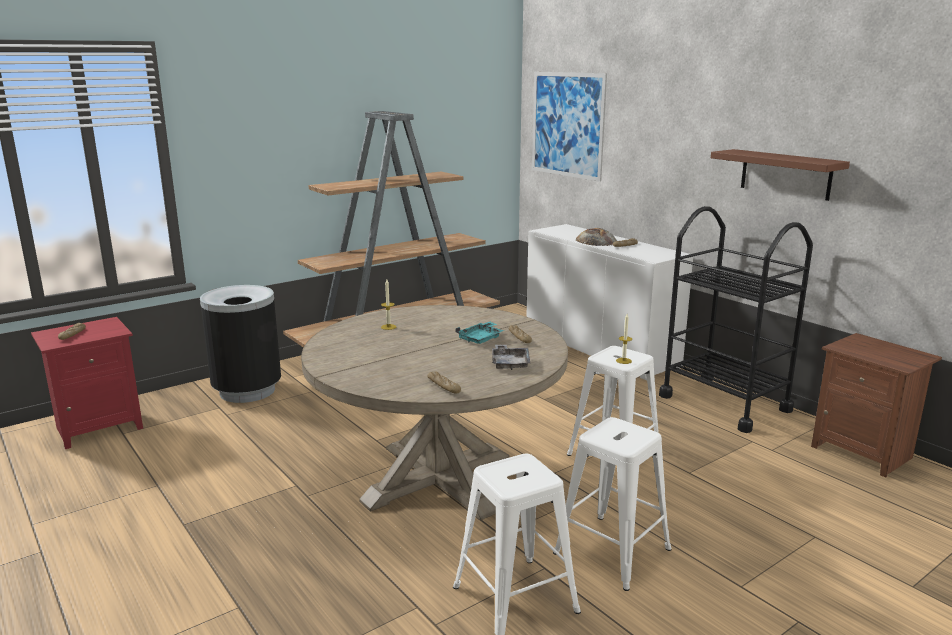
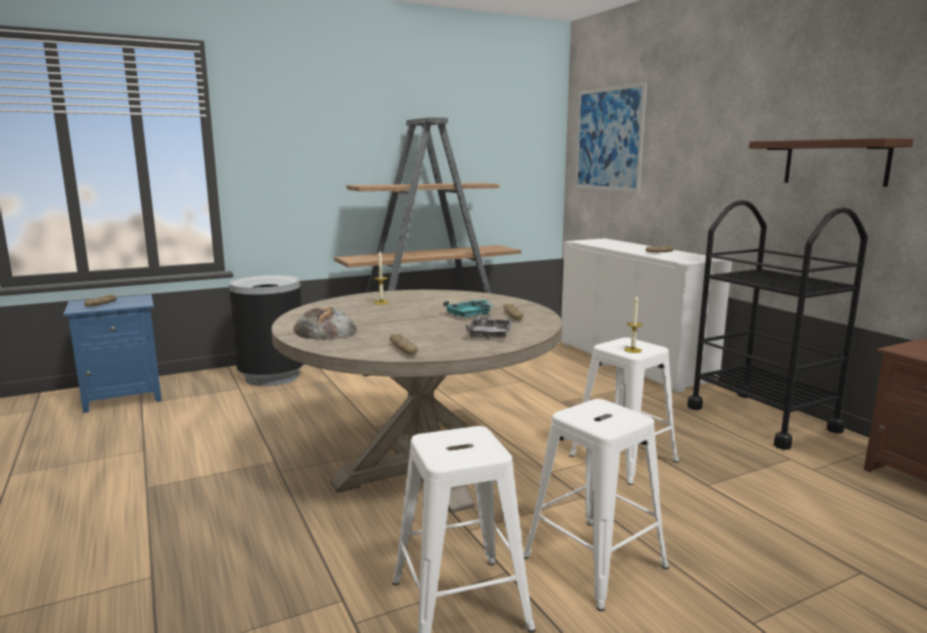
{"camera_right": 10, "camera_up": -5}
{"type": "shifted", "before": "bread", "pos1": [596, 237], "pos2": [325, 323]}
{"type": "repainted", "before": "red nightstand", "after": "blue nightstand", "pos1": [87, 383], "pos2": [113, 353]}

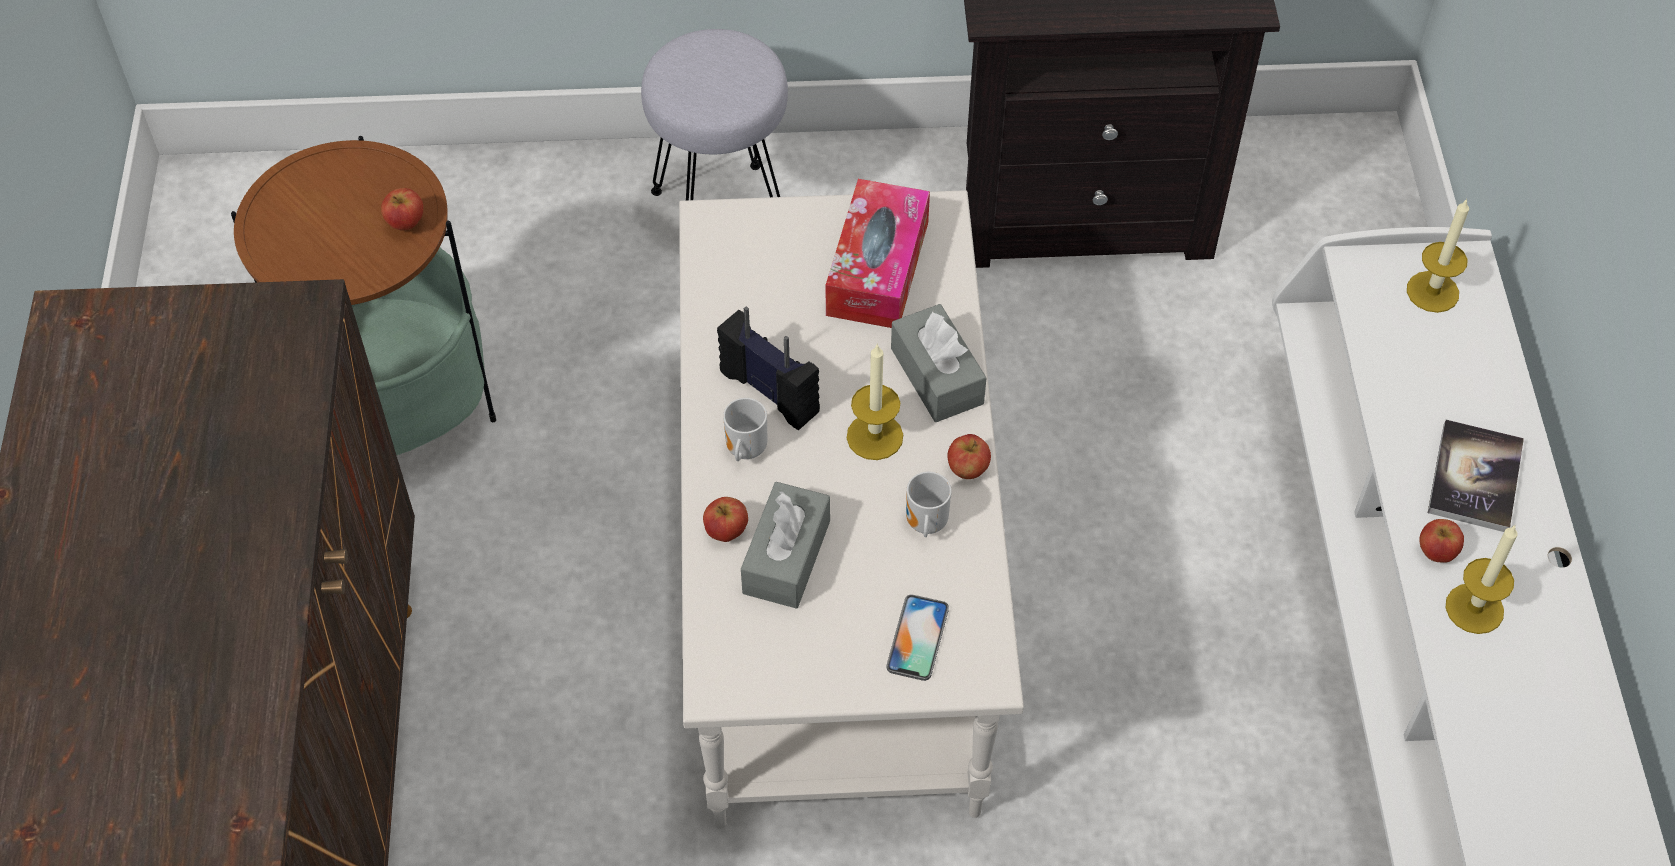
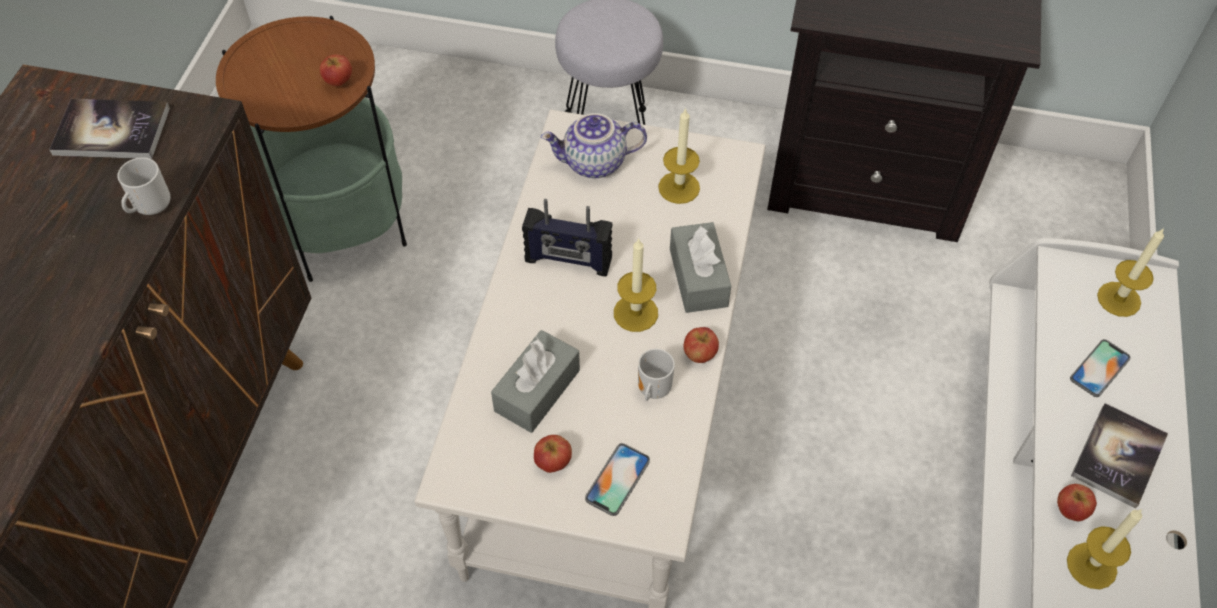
{"camera_right": 15, "camera_up": 0}
{"type": "new", "after": "book", "pos2": [109, 129]}
{"type": "new", "after": "teapot", "pos2": [594, 145]}
{"type": "new", "after": "phone", "pos2": [1100, 368]}
{"type": "shifted", "before": "apple", "pos1": [725, 519], "pos2": [553, 454]}
{"type": "shifted", "before": "mug", "pos1": [745, 429], "pos2": [143, 186]}
{"type": "swapped", "before": "tissue box", "after": "candle", "pos1": [878, 253], "pos2": [679, 156]}
{"type": "rotated", "before": "radio", "pos1": [768, 368], "pos2": [567, 238], "turn": 135}

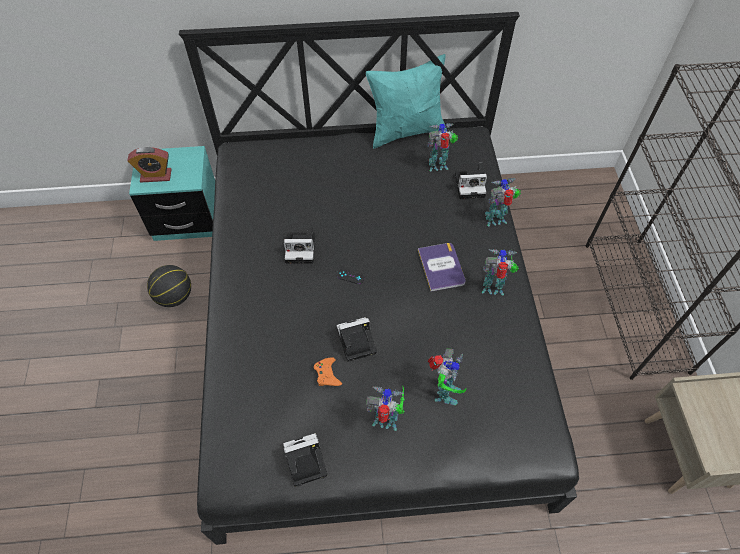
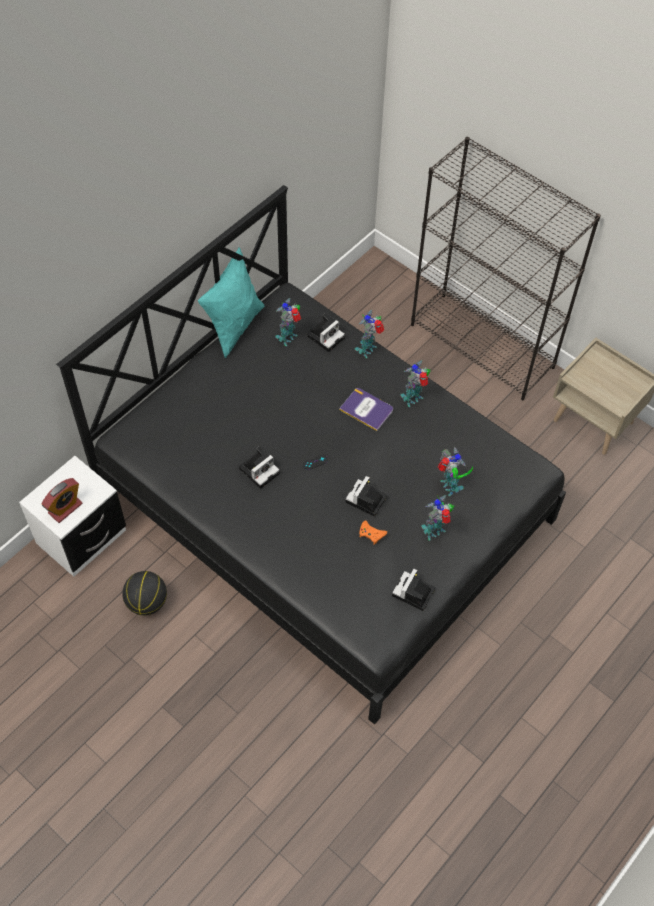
{"camera_right": -45, "camera_up": 0}
{"type": "repainted", "before": "turquoise nightstand", "after": "white nightstand", "pos1": [172, 193], "pos2": [72, 516]}

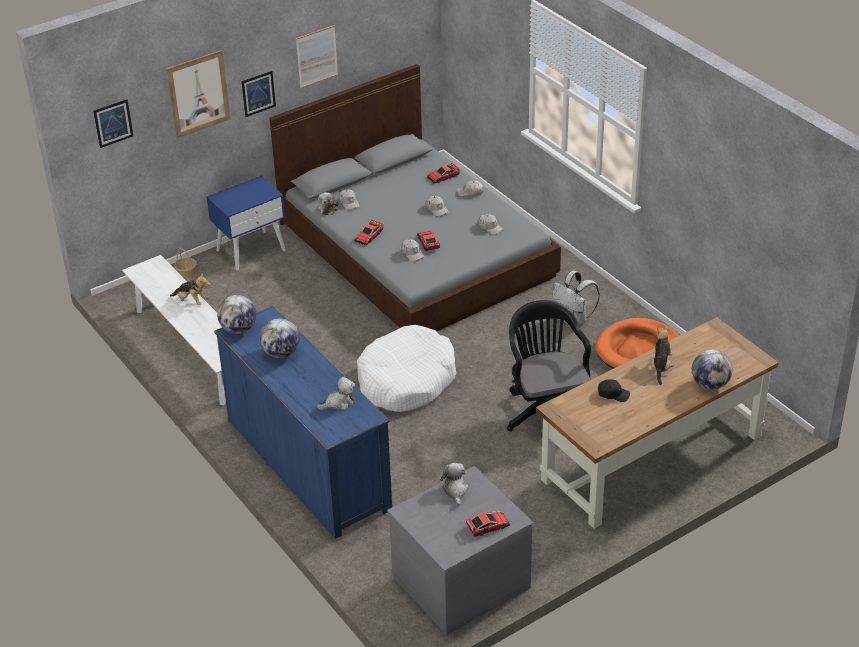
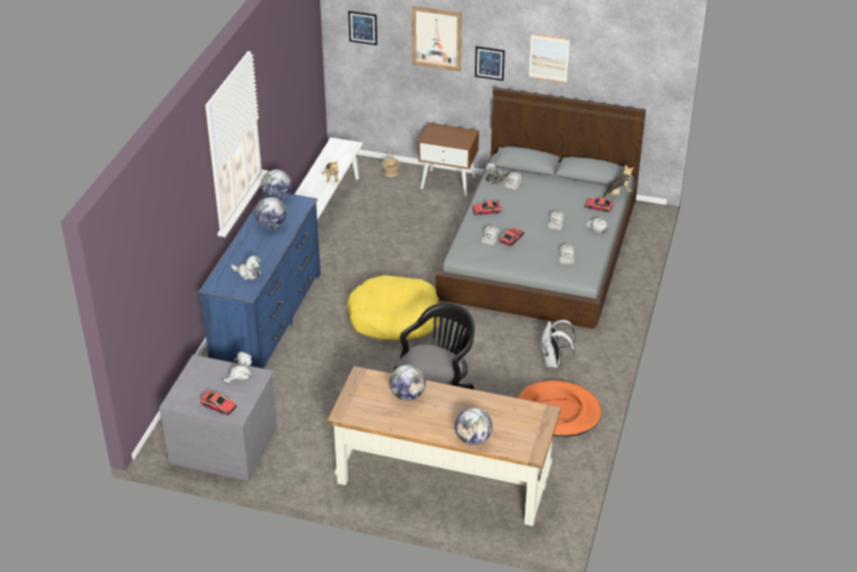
{"camera_right": 50, "camera_up": 0}
{"type": "shifted", "before": "plush toy", "pos1": [662, 355], "pos2": [617, 181]}
{"type": "swapped", "before": "black cap", "after": "globe", "pos1": [614, 390], "pos2": [407, 382]}
{"type": "repainted", "before": "blue nightstand", "after": "brown nightstand", "pos1": [246, 223], "pos2": [448, 159]}
{"type": "repainted", "before": "white dog bed", "after": "yellow dog bed", "pos1": [406, 368], "pos2": [393, 307]}

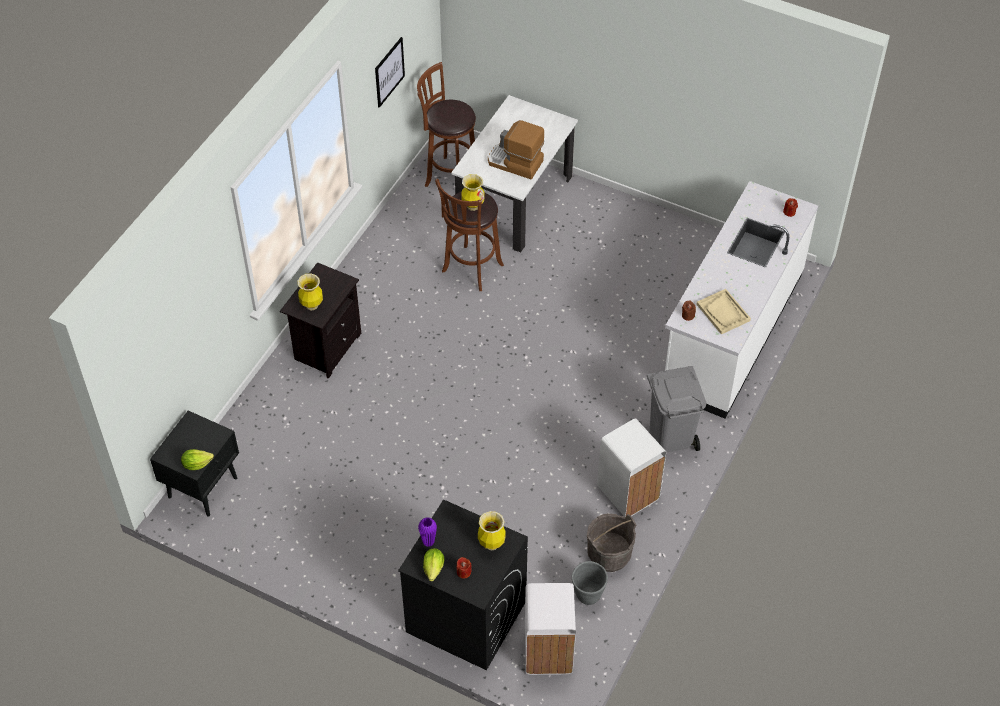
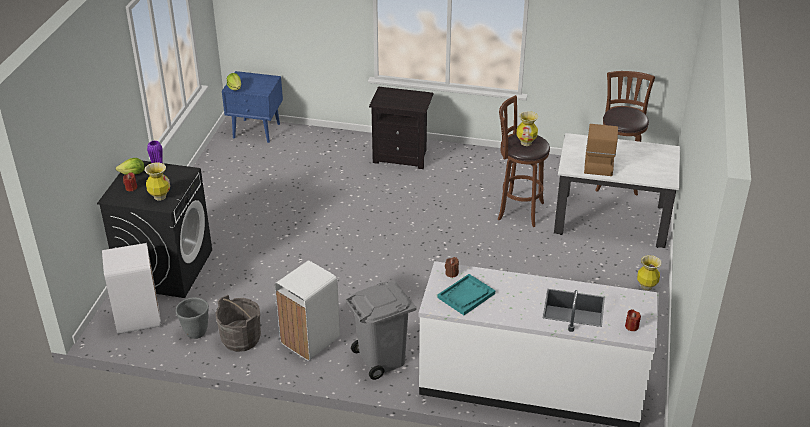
{"camera_right": 75, "camera_up": -15}
{"type": "gone", "before": "picture", "pos1": [390, 72]}
{"type": "shifted", "before": "vase", "pos1": [310, 291], "pos2": [649, 273]}
{"type": "repainted", "before": "black nightstand", "after": "blue nightstand", "pos1": [194, 464], "pos2": [252, 107]}
{"type": "repainted", "before": "beige tray", "after": "turquoise tray", "pos1": [723, 311], "pos2": [466, 294]}

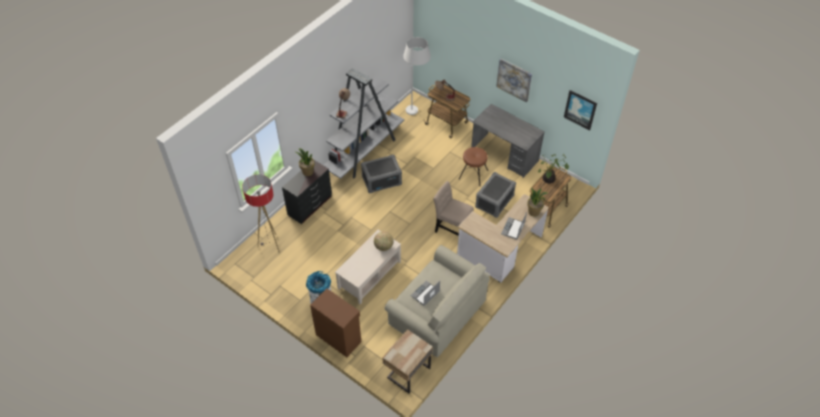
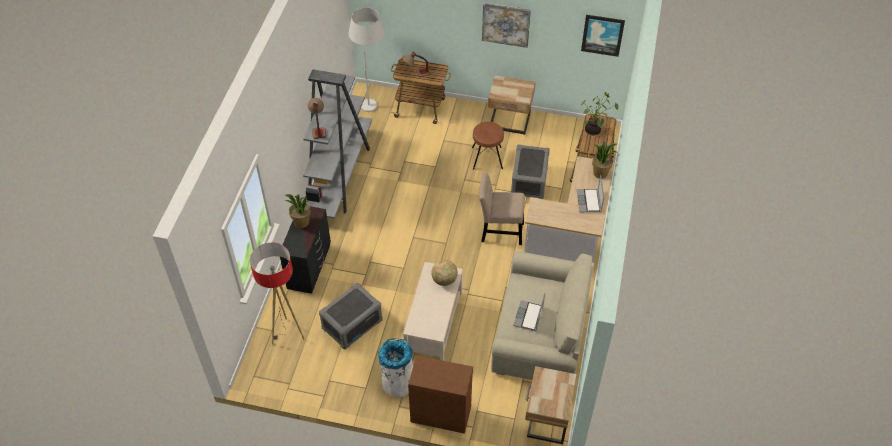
{"camera_right": -25, "camera_up": 0}
{"type": "shifted", "before": "grey storage box", "pos1": [381, 173], "pos2": [351, 316]}
{"type": "swapped", "before": "grey desk", "after": "beige nightstand", "pos1": [508, 141], "pos2": [512, 105]}

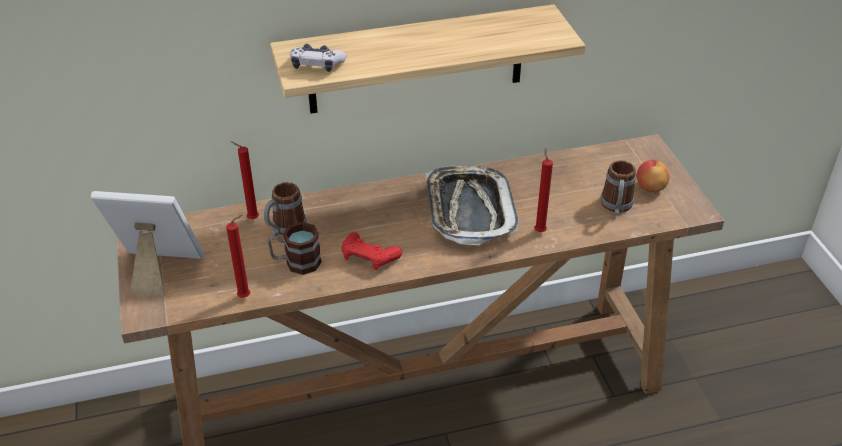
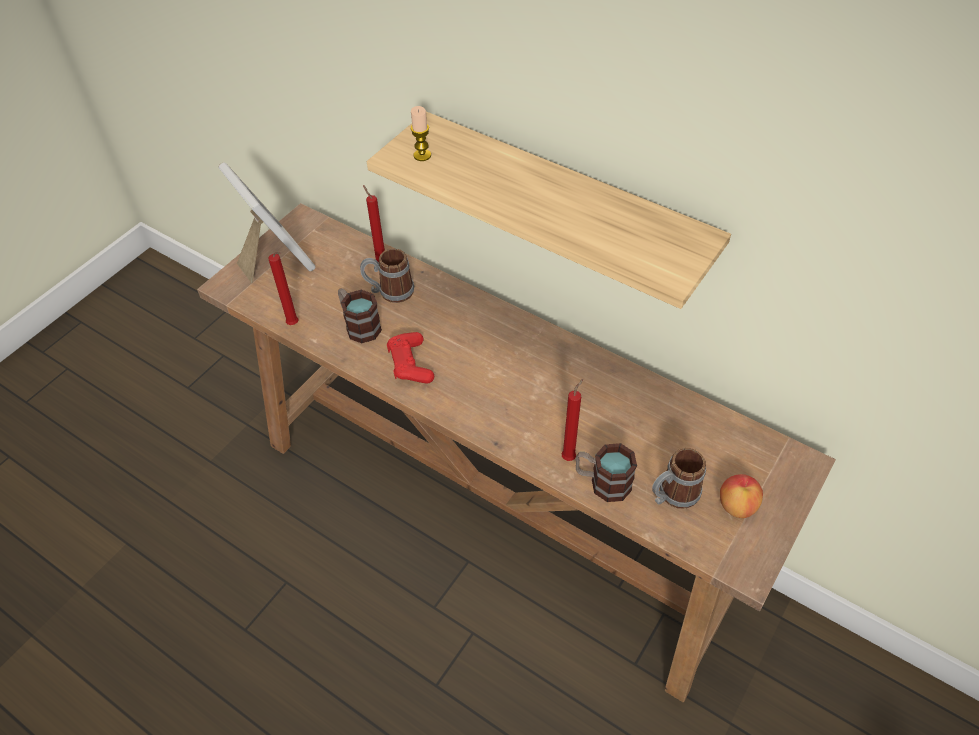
{"camera_right": 50, "camera_up": 10}
{"type": "gone", "before": "tray", "pos1": [472, 205]}
{"type": "new", "after": "mug", "pos2": [606, 472]}
{"type": "swapped", "before": "game controller", "after": "candle", "pos1": [318, 58], "pos2": [421, 133]}

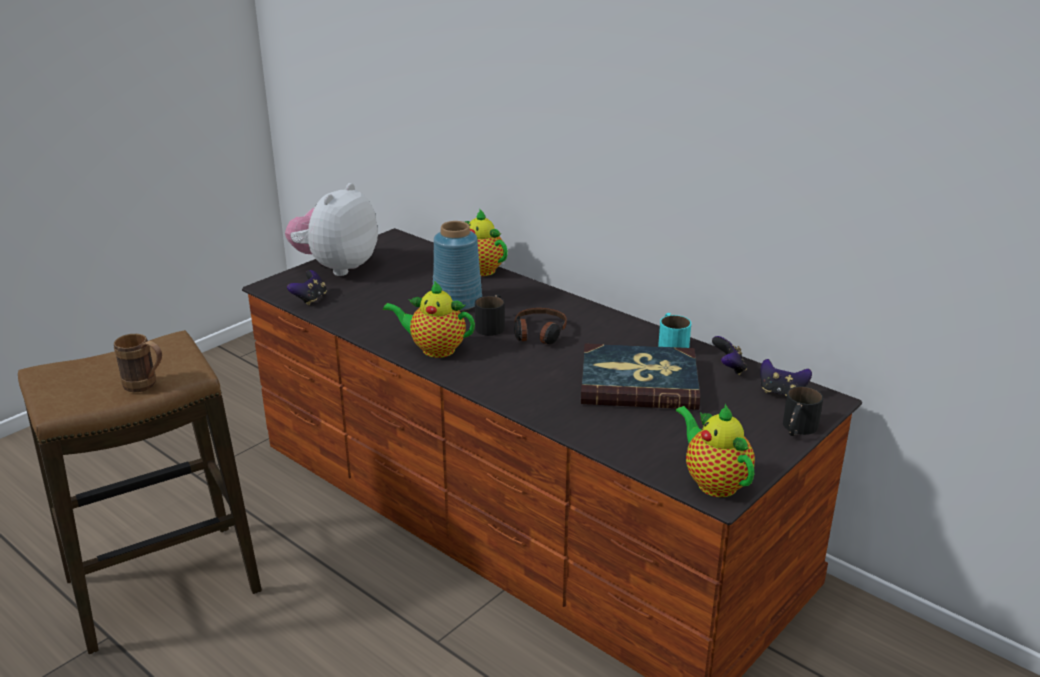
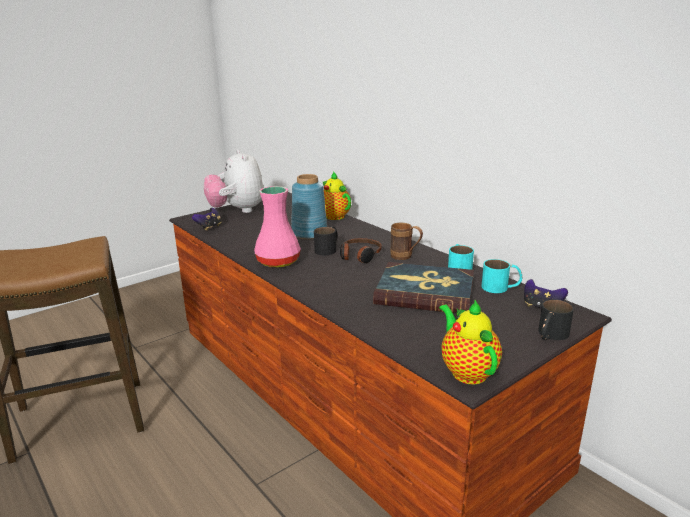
{"camera_right": 10, "camera_up": -5}
{"type": "shifted", "before": "brown mug", "pos1": [138, 363], "pos2": [406, 241]}
{"type": "swapped", "before": "teapot", "after": "pink vase", "pos1": [429, 319], "pos2": [277, 227]}
{"type": "swapped", "before": "game controller", "after": "turquoise mug", "pos1": [729, 355], "pos2": [501, 276]}
{"type": "rotated", "before": "plush toy", "pos1": [331, 229], "pos2": [234, 181], "turn": -60}

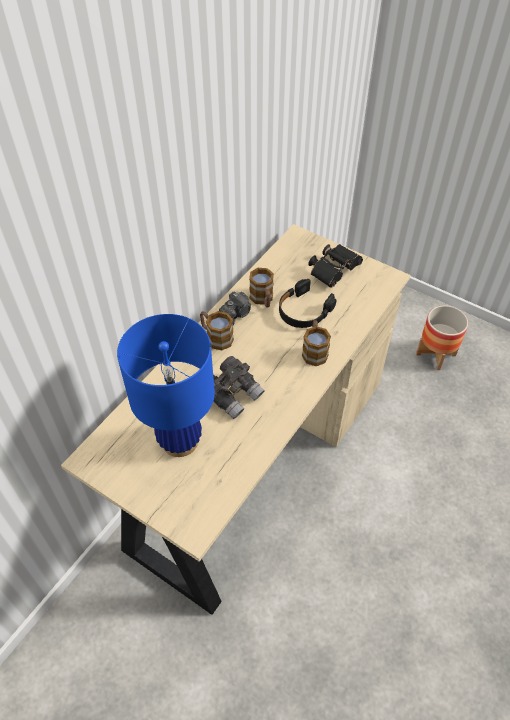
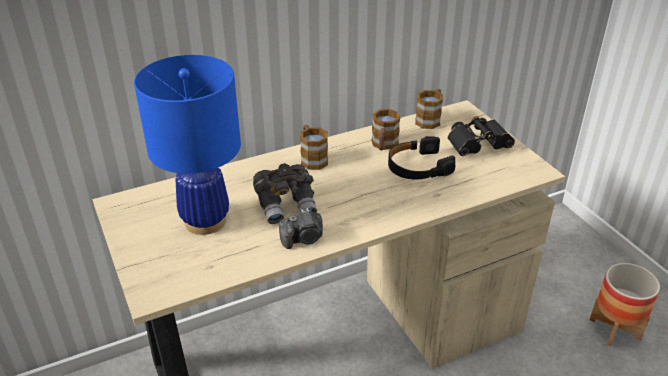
{"camera_right": 30, "camera_up": -15}
{"type": "shifted", "before": "photo camera", "pos1": [235, 308], "pos2": [301, 228]}
{"type": "shifted", "before": "mug", "pos1": [316, 343], "pos2": [429, 109]}

